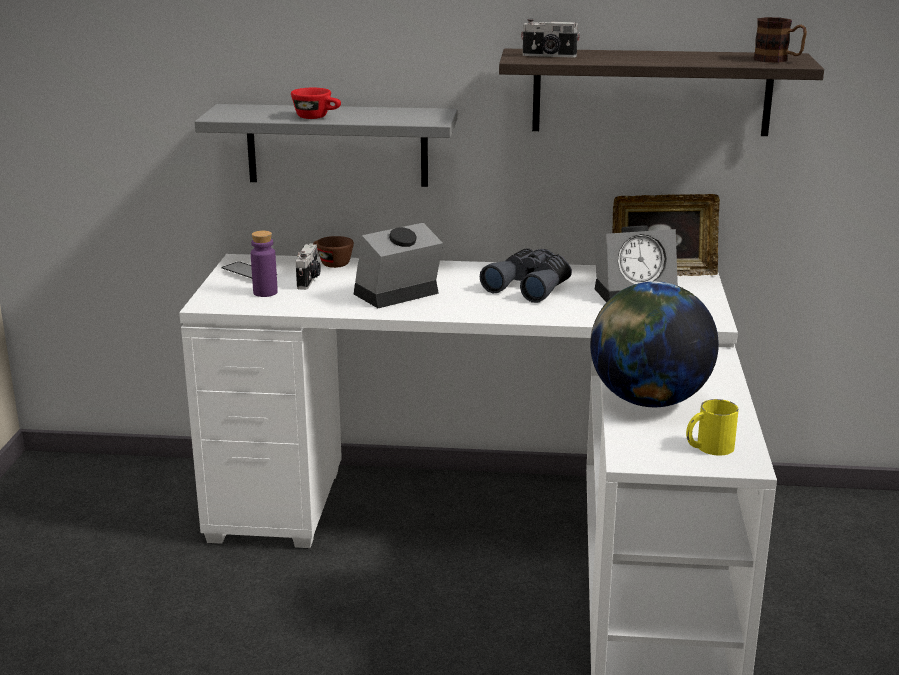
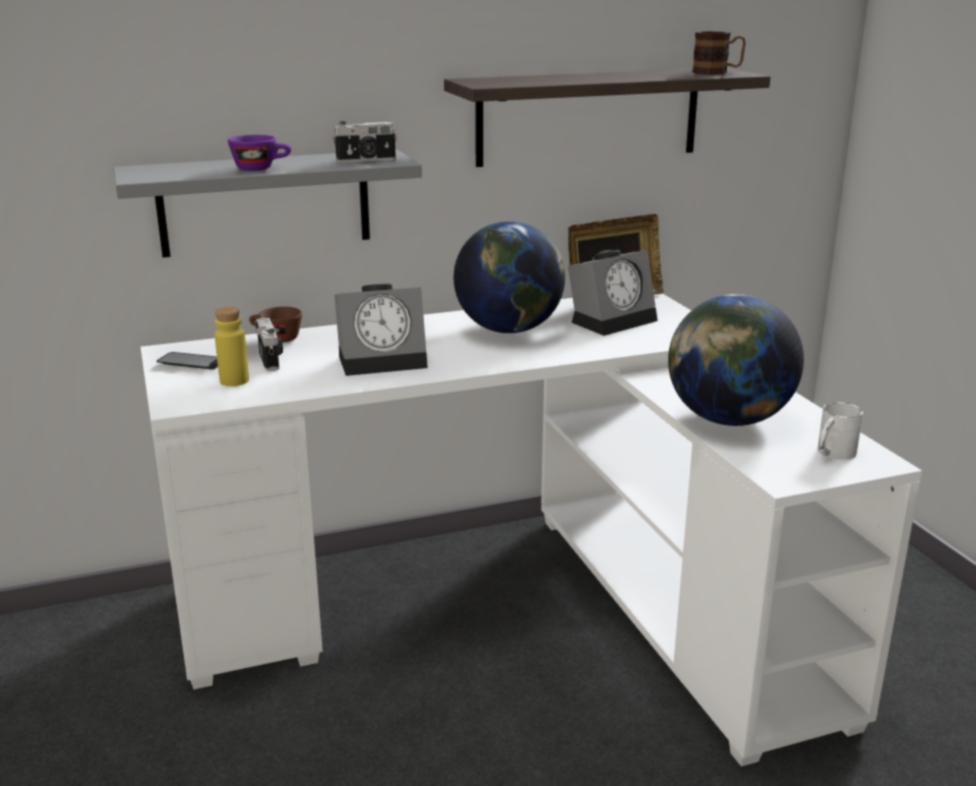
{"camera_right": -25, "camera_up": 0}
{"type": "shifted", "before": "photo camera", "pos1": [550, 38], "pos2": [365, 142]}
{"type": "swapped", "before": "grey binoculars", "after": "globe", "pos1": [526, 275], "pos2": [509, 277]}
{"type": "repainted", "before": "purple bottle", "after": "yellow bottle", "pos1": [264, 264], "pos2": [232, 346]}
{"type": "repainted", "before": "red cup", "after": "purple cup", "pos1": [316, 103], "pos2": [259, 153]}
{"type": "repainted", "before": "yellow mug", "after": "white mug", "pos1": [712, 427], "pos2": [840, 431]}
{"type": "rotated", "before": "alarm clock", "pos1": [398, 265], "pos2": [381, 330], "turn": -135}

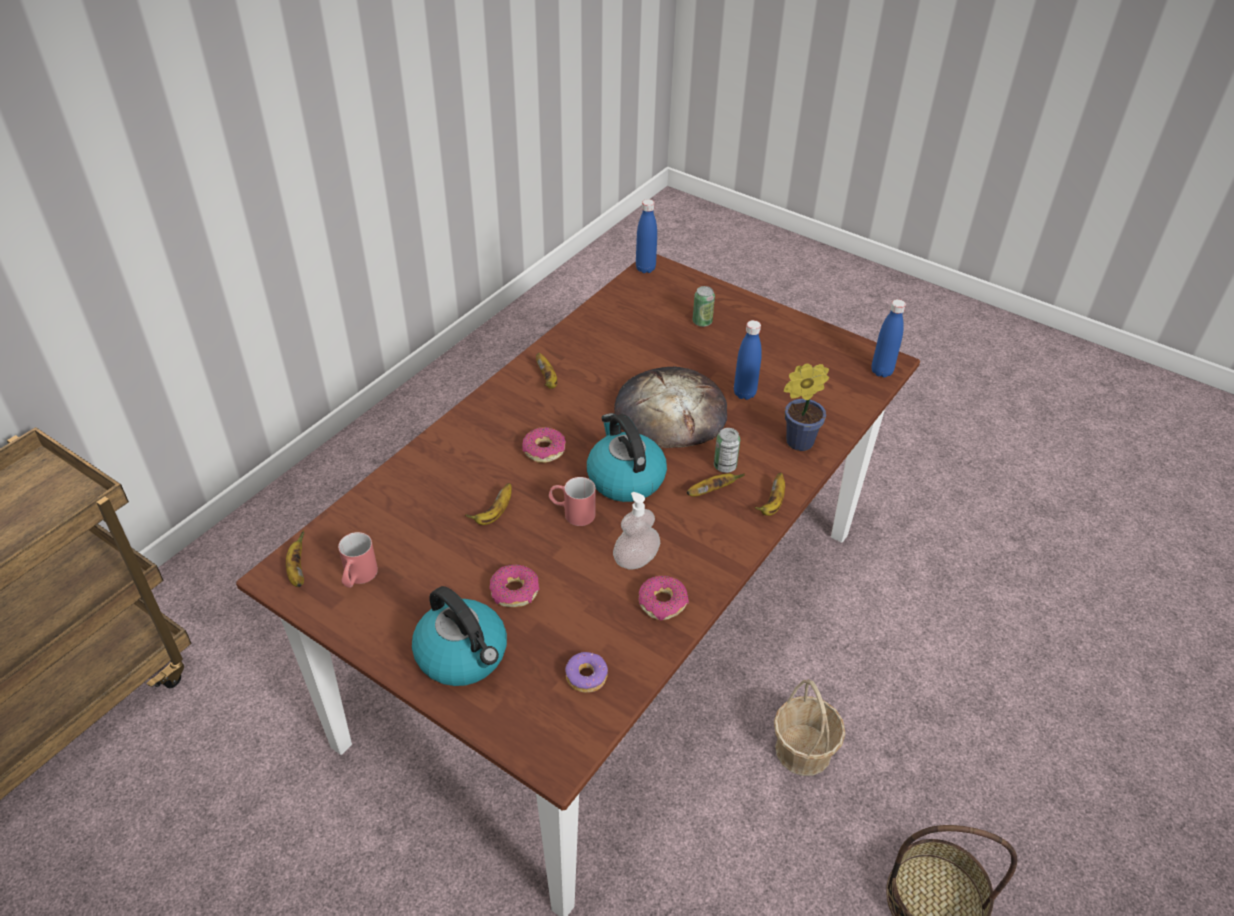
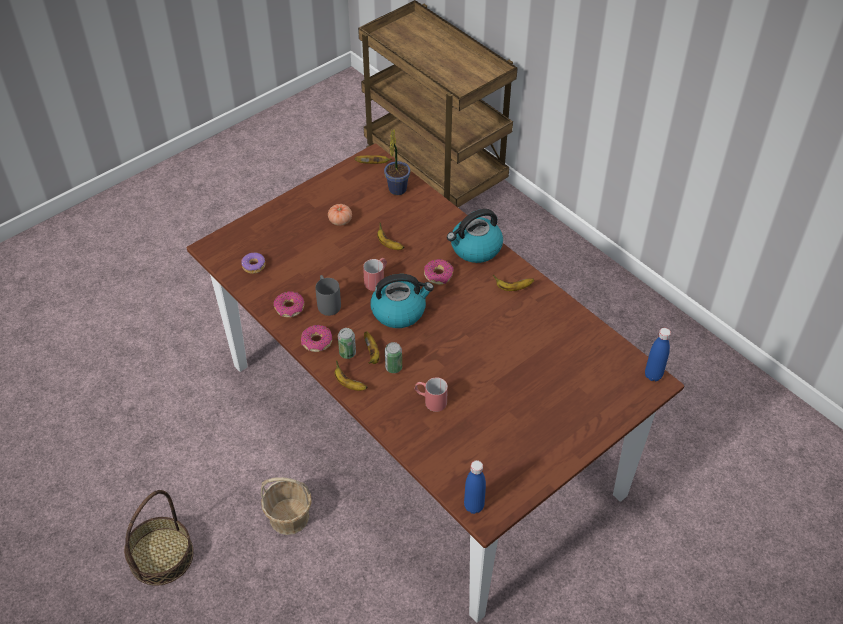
{"camera_right": 105, "camera_up": 5}
{"type": "gone", "before": "bread", "pos1": [670, 407]}
{"type": "gone", "before": "blue bottle", "pos1": [748, 360]}
{"type": "new", "after": "tomato", "pos2": [340, 215]}
{"type": "shifted", "before": "red mug", "pos1": [358, 560], "pos2": [431, 394]}
{"type": "shifted", "before": "kettle", "pos1": [459, 636], "pos2": [475, 236]}
{"type": "shifted", "before": "donut", "pos1": [514, 585], "pos2": [316, 338]}
{"type": "shifted", "before": "can", "pos1": [704, 306], "pos2": [347, 343]}
{"type": "shifted", "before": "potted plant", "pos1": [806, 407], "pos2": [397, 162]}
{"type": "swapped", "before": "soap dispenser", "after": "grey mug", "pos1": [636, 531], "pos2": [328, 295]}

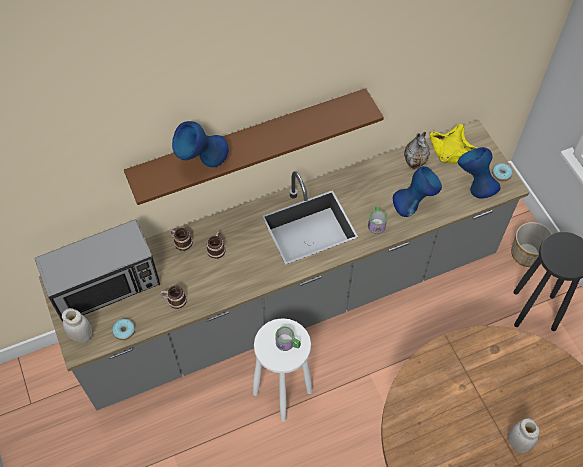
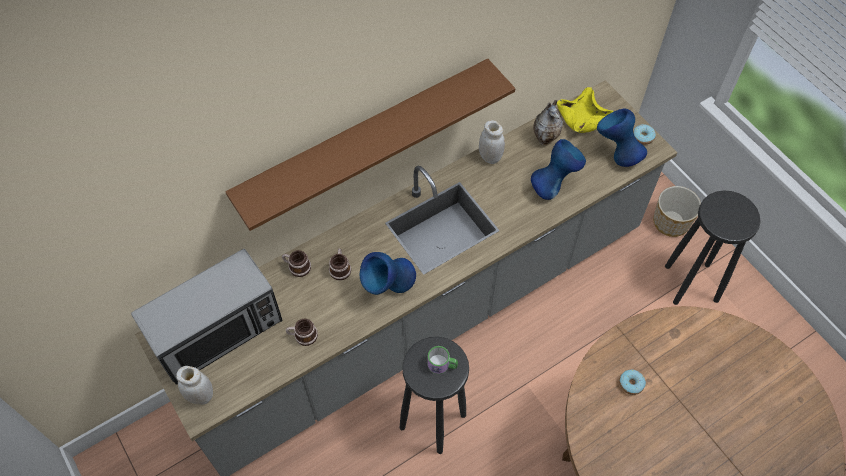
{"camera_right": -10, "camera_up": 0}
{"type": "gone", "before": "mug", "pos1": [377, 220]}
{"type": "shifted", "before": "donut", "pos1": [123, 329], "pos2": [632, 382]}
{"type": "shifted", "before": "blue vase", "pos1": [200, 144], "pos2": [388, 273]}
{"type": "shifted", "before": "white jar", "pos1": [524, 435], "pos2": [492, 142]}
{"type": "repainted", "before": "white stool", "after": "black stool", "pos1": [282, 370], "pos2": [434, 395]}

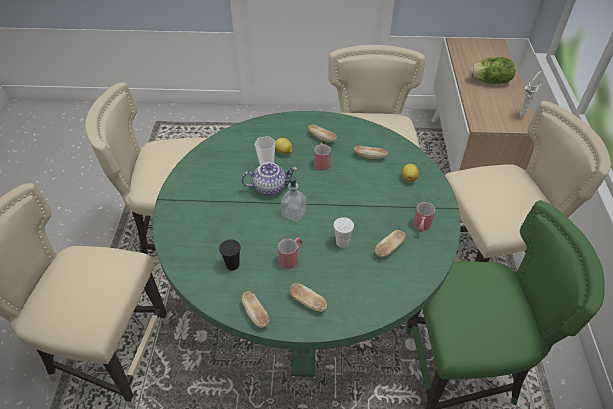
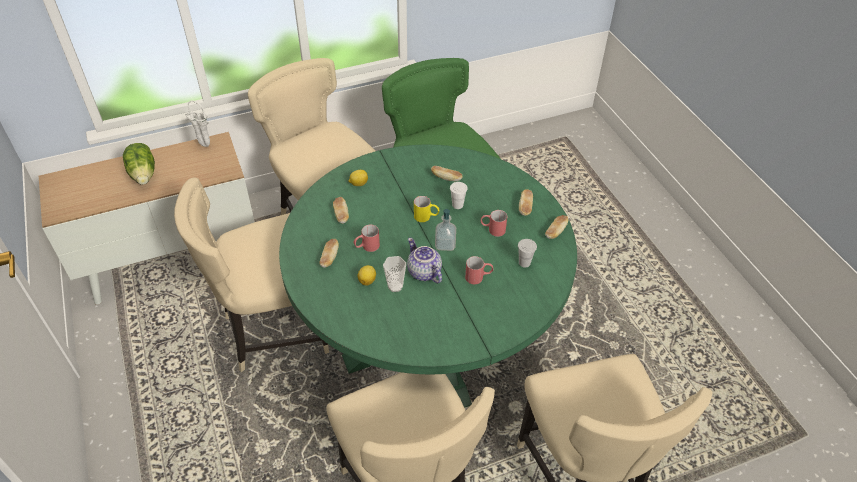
{"camera_right": -115, "camera_up": 0}
{"type": "new", "after": "yellow mug", "pos2": [426, 209]}
{"type": "shifted", "before": "red mug", "pos1": [424, 217], "pos2": [479, 270]}
{"type": "repainted", "before": "black cup", "after": "white cup", "pos1": [230, 255], "pos2": [527, 253]}

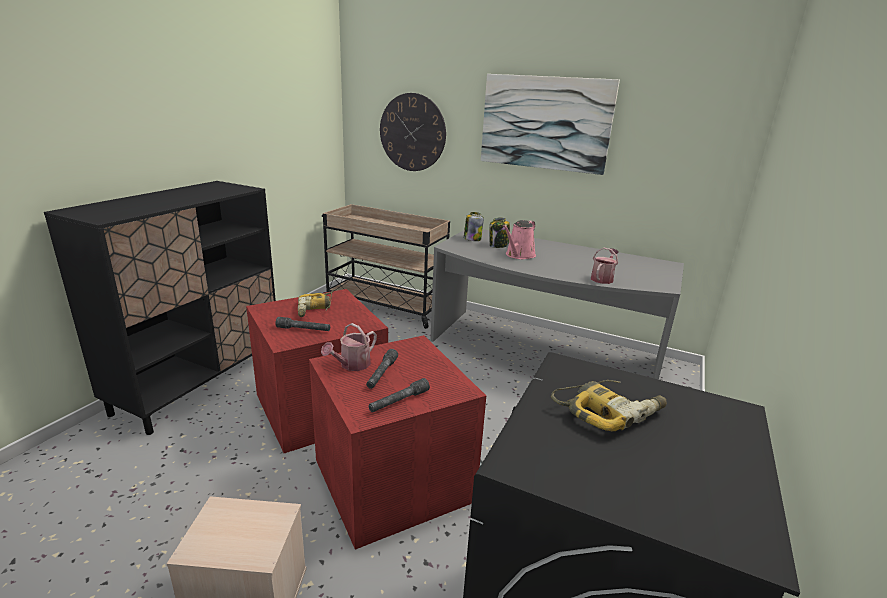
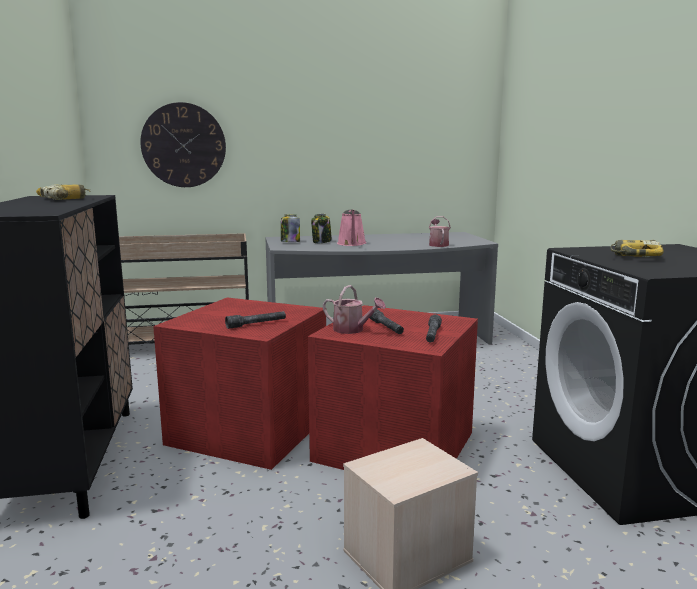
{"camera_right": -35, "camera_up": -10}
{"type": "gone", "before": "picture", "pos1": [550, 124]}
{"type": "shifted", "before": "power drill", "pos1": [315, 304], "pos2": [63, 192]}
{"type": "rotated", "before": "watering can", "pos1": [349, 347], "pos2": [354, 309], "turn": -60}

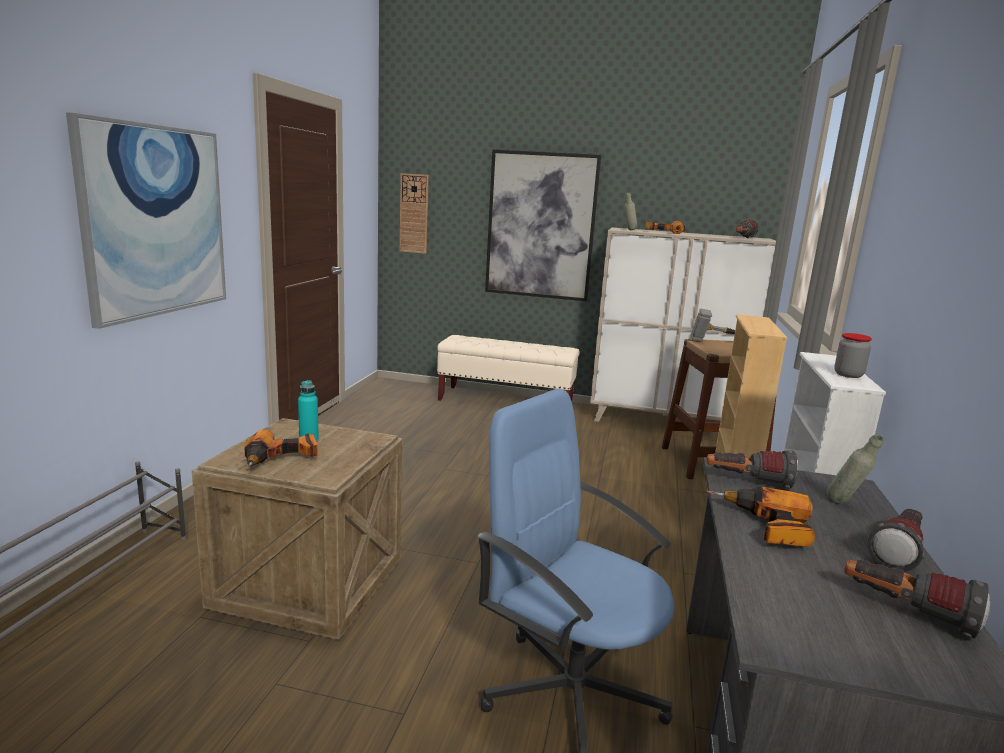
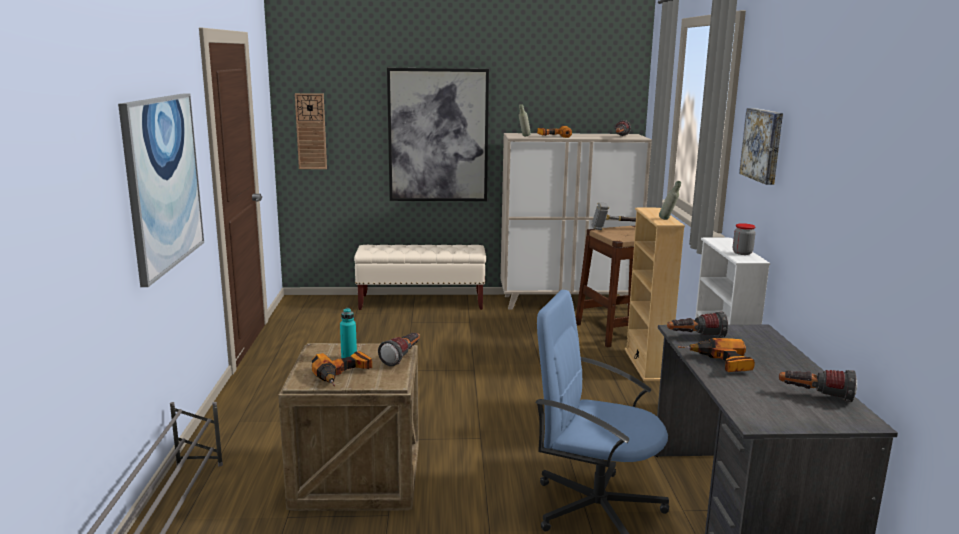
{"camera_right": -15, "camera_up": 0}
{"type": "new", "after": "picture", "pos2": [761, 146]}
{"type": "shifted", "before": "grey bottle", "pos1": [855, 469], "pos2": [670, 200]}
{"type": "shifted", "before": "flashlight", "pos1": [896, 540], "pos2": [399, 349]}

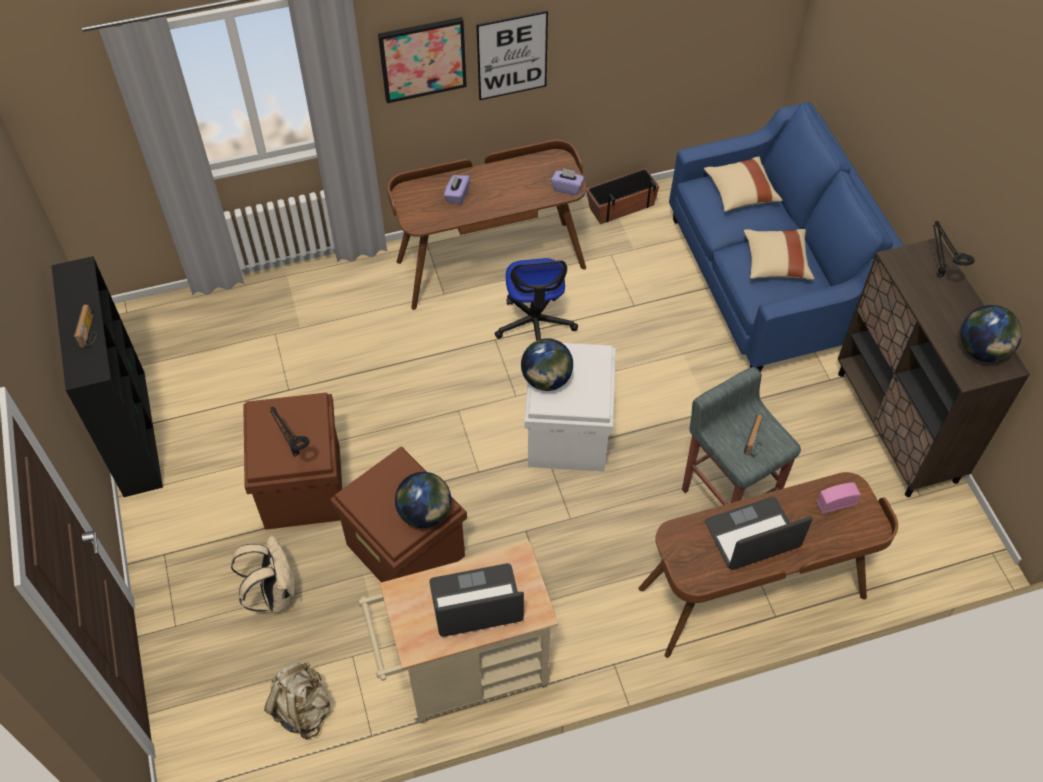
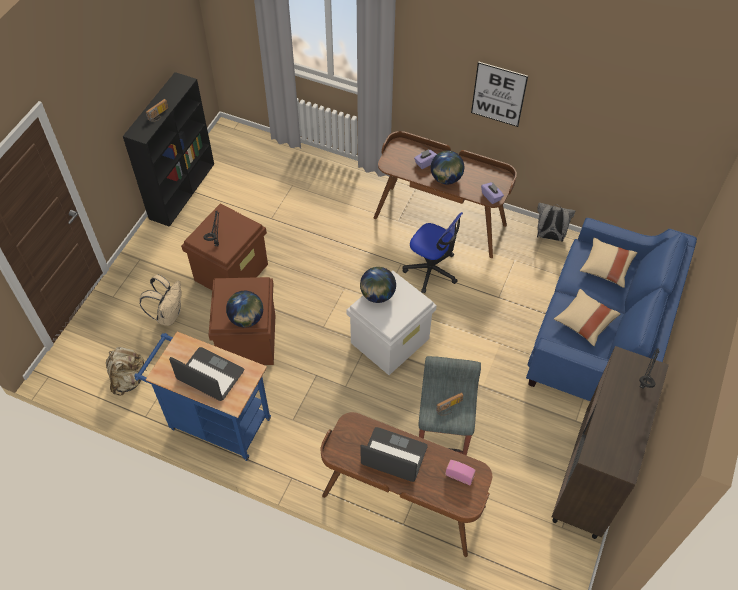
{"camera_right": 40, "camera_up": 0}
{"type": "gone", "before": "picture", "pos1": [422, 60]}
{"type": "shifted", "before": "globe", "pos1": [991, 333], "pos2": [447, 167]}
{"type": "swapped", "before": "planter", "after": "grey backpack", "pos1": [622, 196], "pos2": [556, 222]}
{"type": "repainted", "before": "beige cart", "after": "blue cart", "pos1": [458, 633], "pos2": [202, 396]}
{"type": "rotated", "before": "office chair", "pos1": [536, 299], "pos2": [432, 252], "turn": -90}

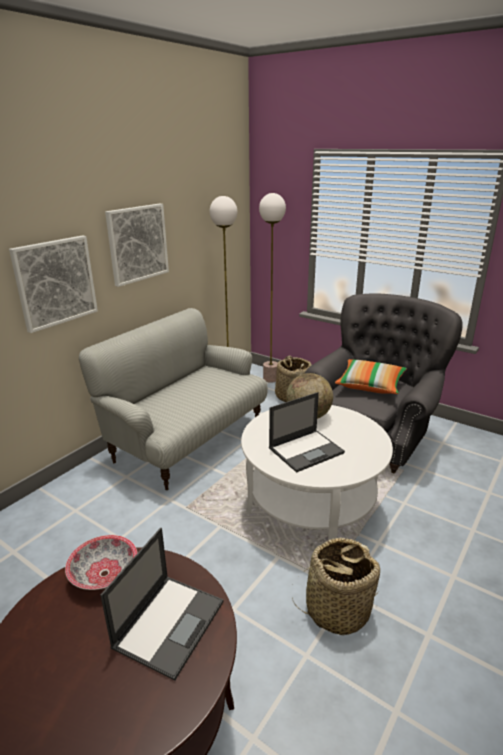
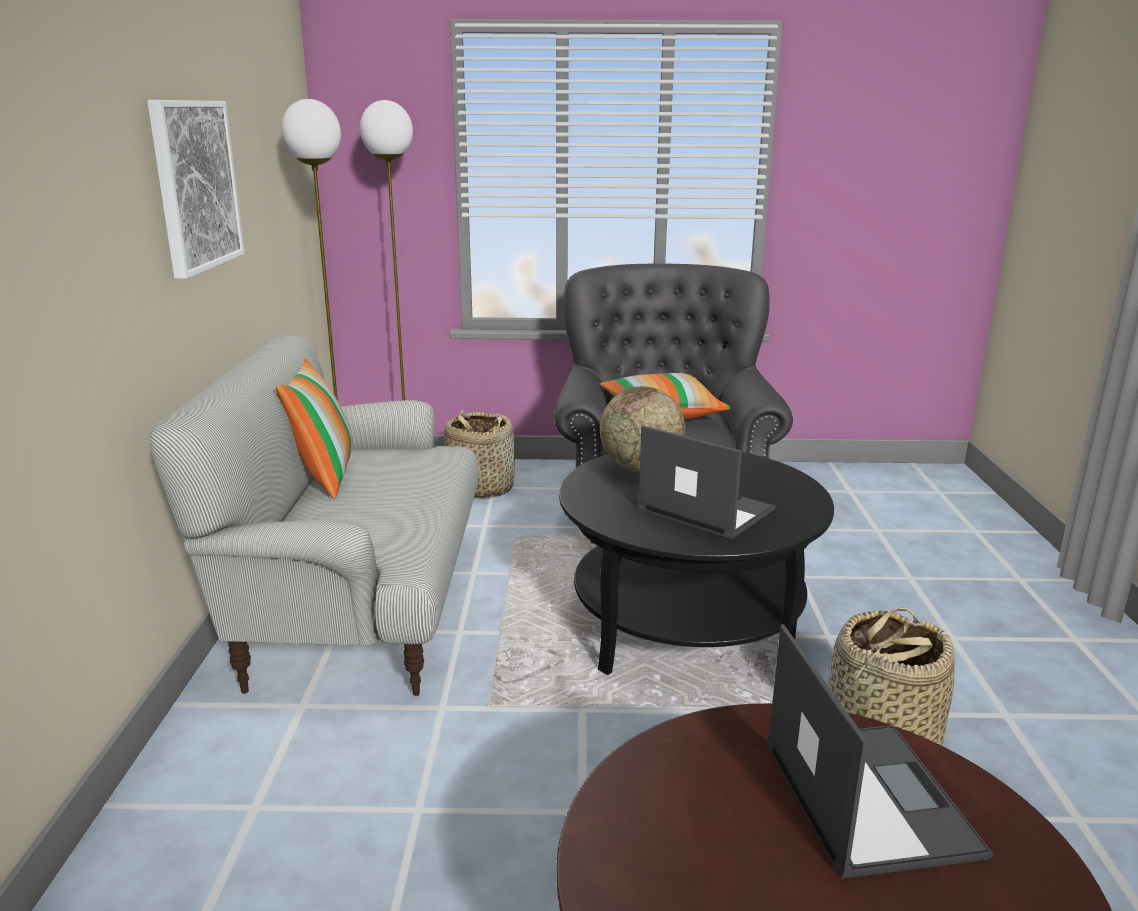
{"camera_right": -35, "camera_up": -5}
{"type": "gone", "before": "picture", "pos1": [53, 284]}
{"type": "gone", "before": "bowl", "pos1": [101, 562]}
{"type": "new", "after": "pillow", "pos2": [314, 428]}
{"type": "repainted", "before": "white coffee table", "after": "black coffee table", "pos1": [317, 472], "pos2": [696, 563]}
{"type": "rotated", "before": "laptop", "pos1": [307, 432], "pos2": [706, 482], "turn": -75}

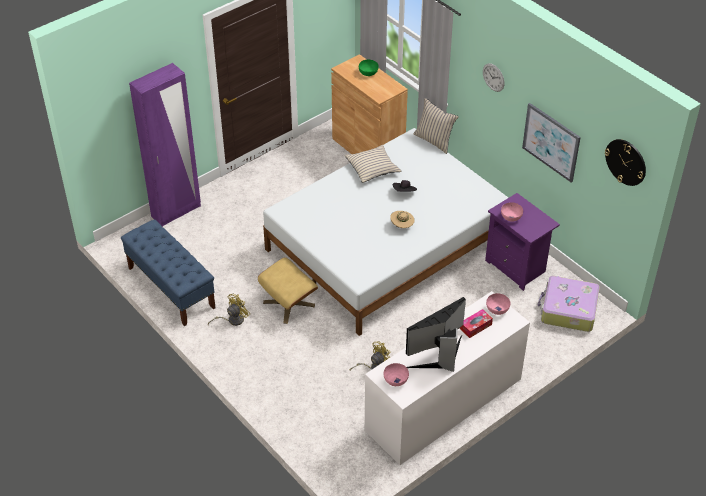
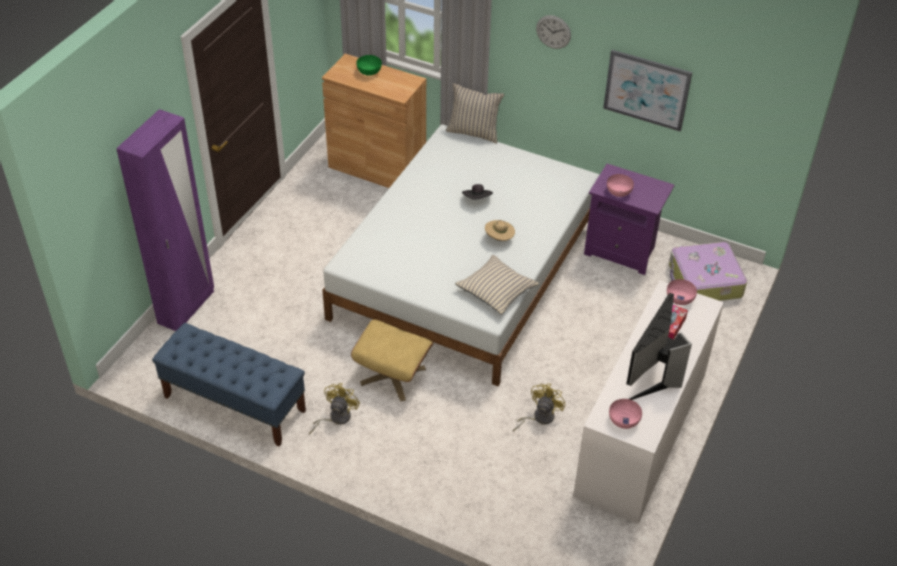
{"camera_right": -25, "camera_up": 0}
{"type": "gone", "before": "wall clock", "pos1": [625, 162]}
{"type": "shifted", "before": "beige pillow", "pos1": [373, 164], "pos2": [497, 285]}

